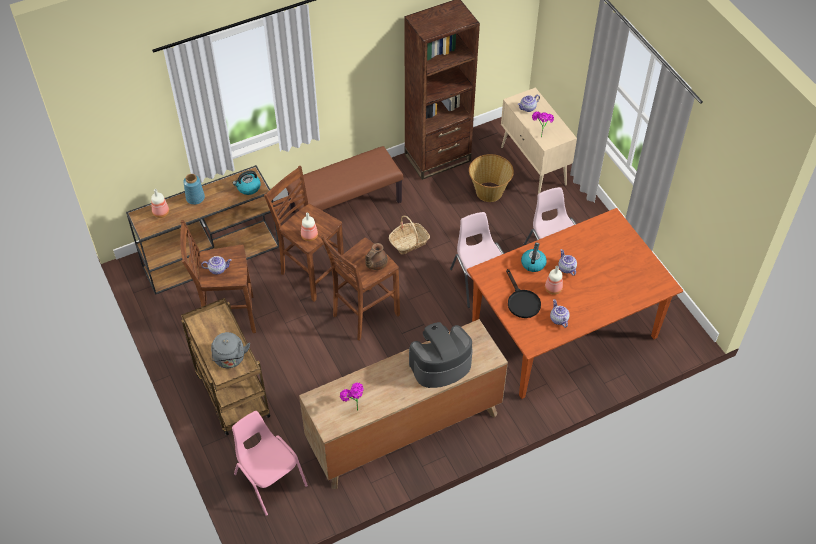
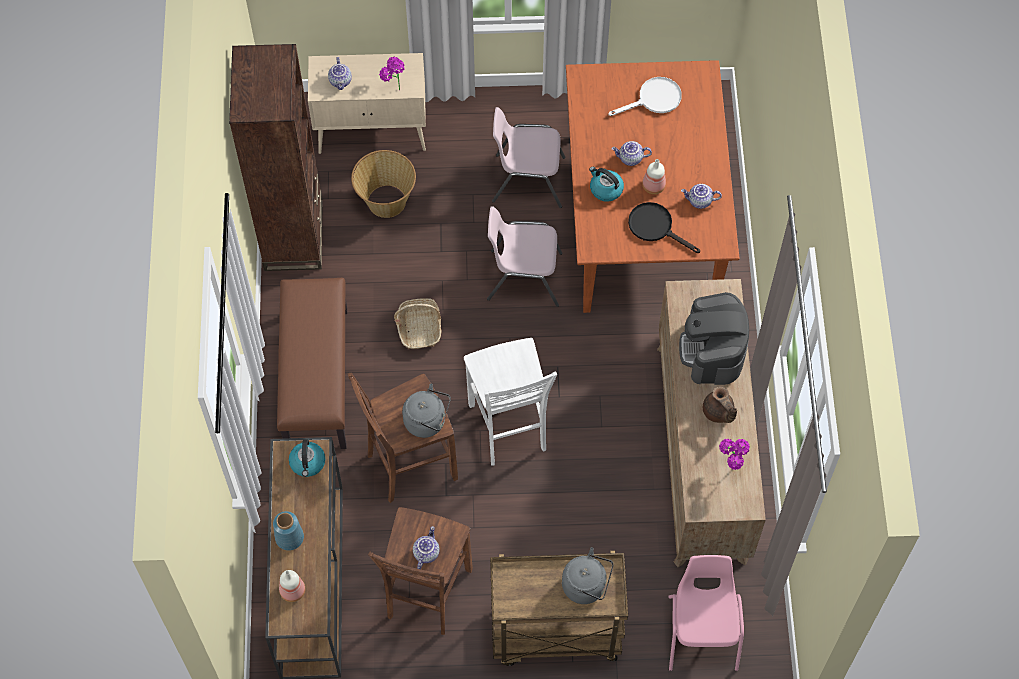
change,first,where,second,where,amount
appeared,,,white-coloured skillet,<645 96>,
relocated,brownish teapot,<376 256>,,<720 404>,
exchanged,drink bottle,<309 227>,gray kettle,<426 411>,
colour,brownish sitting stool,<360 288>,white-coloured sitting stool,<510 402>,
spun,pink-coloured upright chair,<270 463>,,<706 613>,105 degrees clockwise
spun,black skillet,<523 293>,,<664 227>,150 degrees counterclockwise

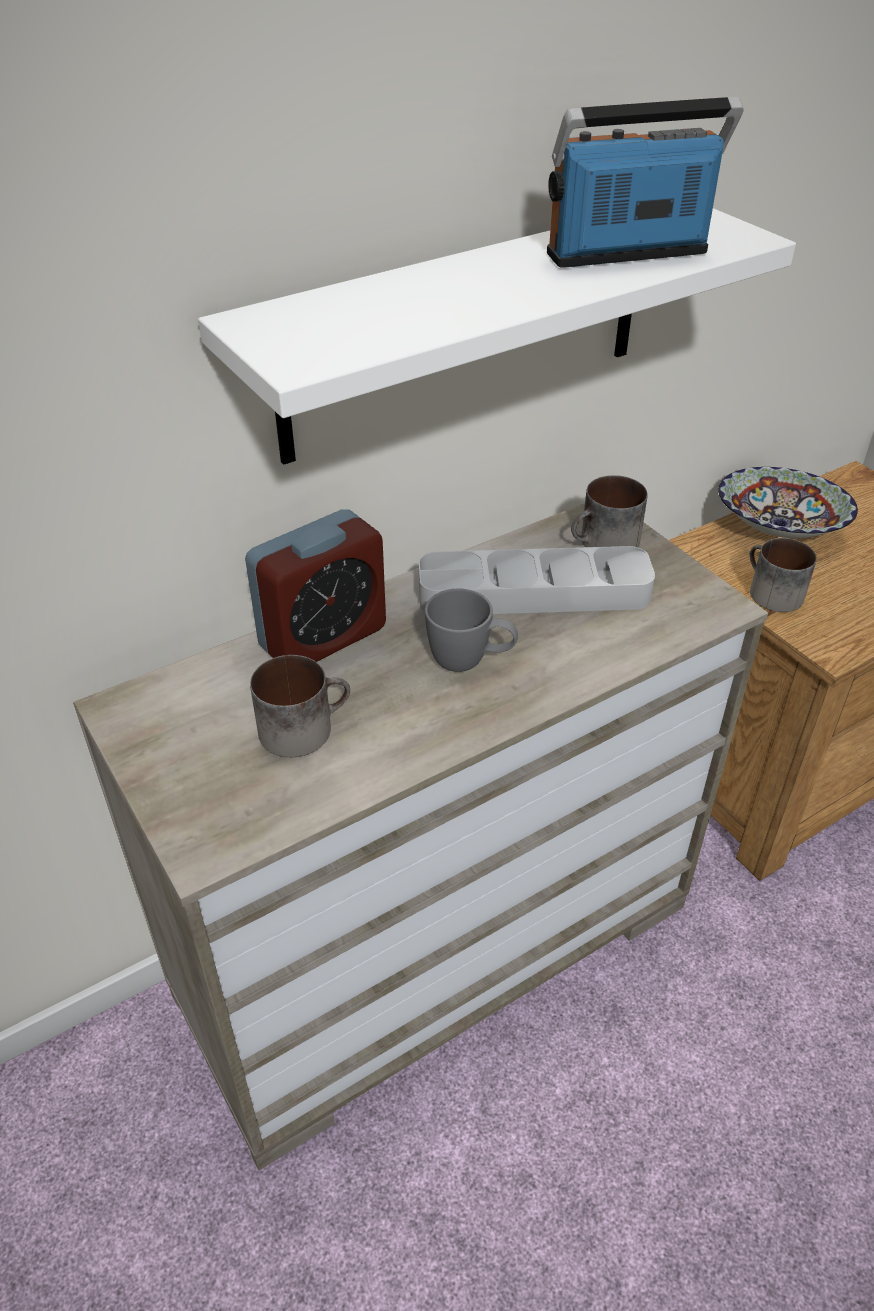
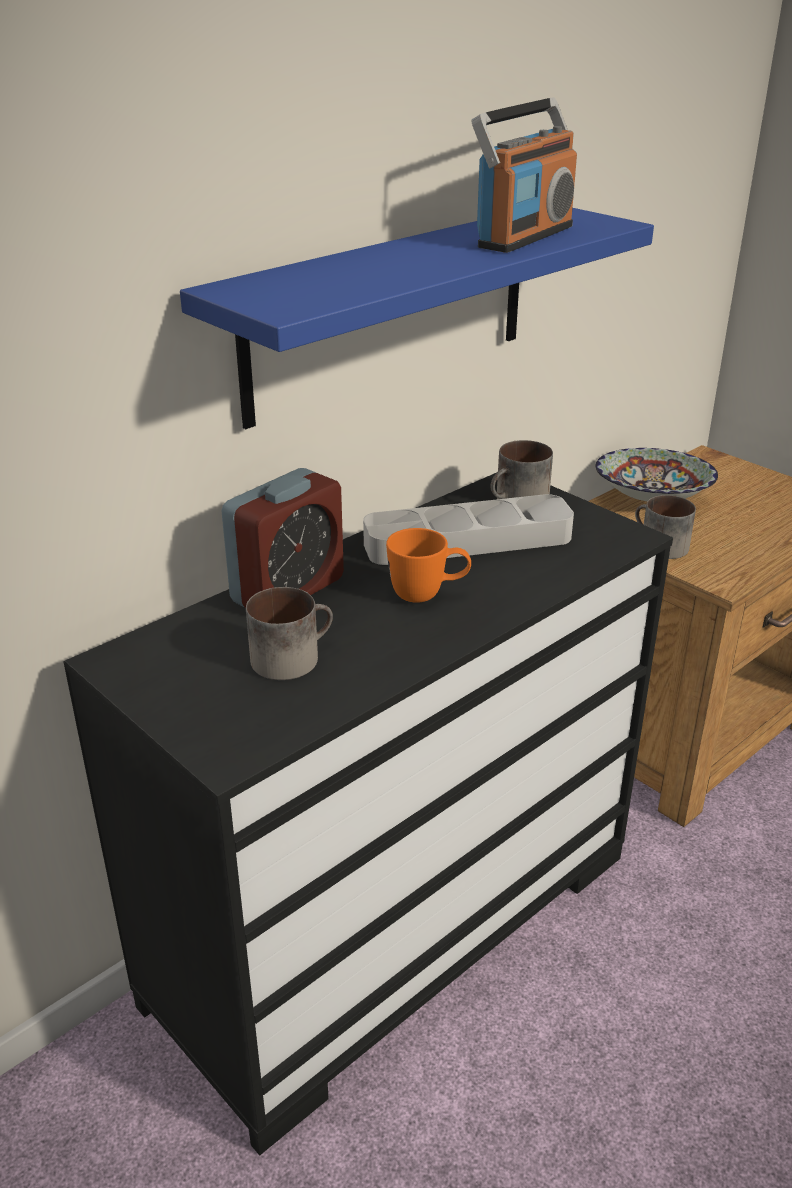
change,first,where,second,where,amount
colour,beige drawer chest,<420 837>,black drawer chest,<368 814>,
colour,white-coloured wall shelf,<497 336>,blue wall shelf,<417 318>,
colour,gray tea mug,<471 630>,orange tea mug,<428 565>,
spun,radio receiver,<645 182>,,<524 175>,150 degrees clockwise

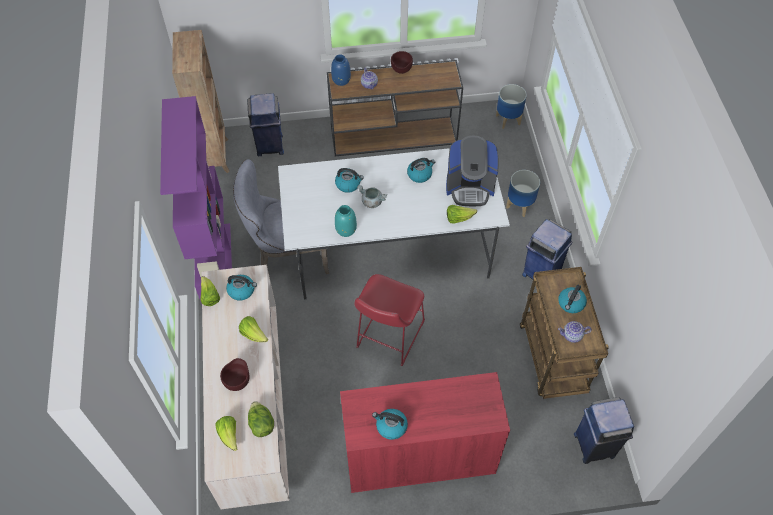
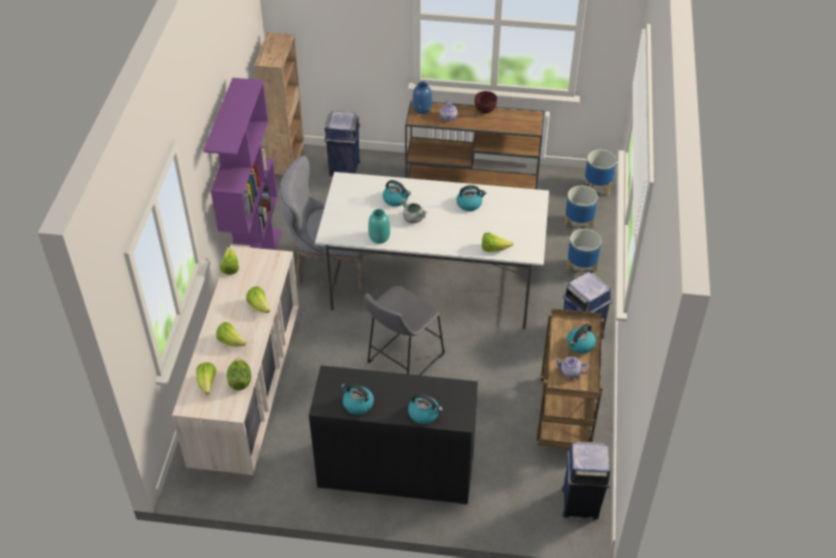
change,first,where,second,where,amount
missing,coffee brewer,<472 170>,,,
appeared,,,plant pot,<581 208>,
relocated,kettle,<241 288>,,<425 408>,
exchanged,brownish deep dish,<234 374>,head of lettuce,<231 334>,
colour,red-coloured storage cabinet,<425 432>,black storage cabinet,<393 435>,
colour,red-coloured sitting stool,<389 320>,gray sitting stool,<404 330>,

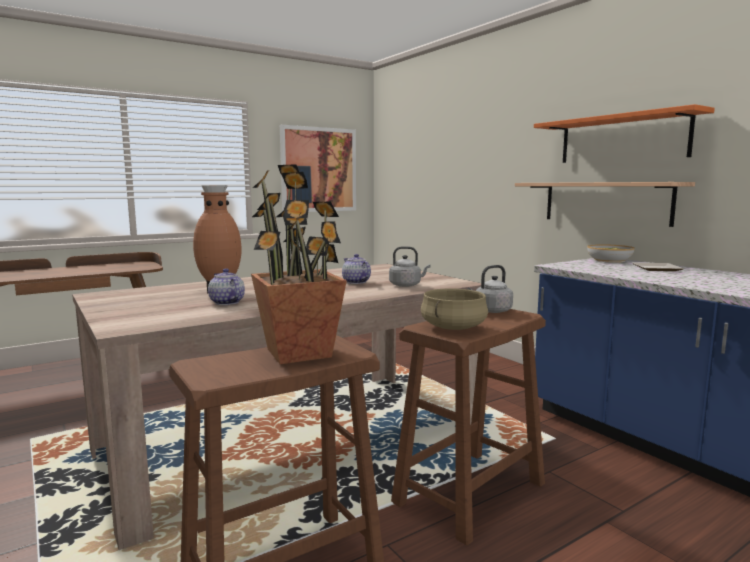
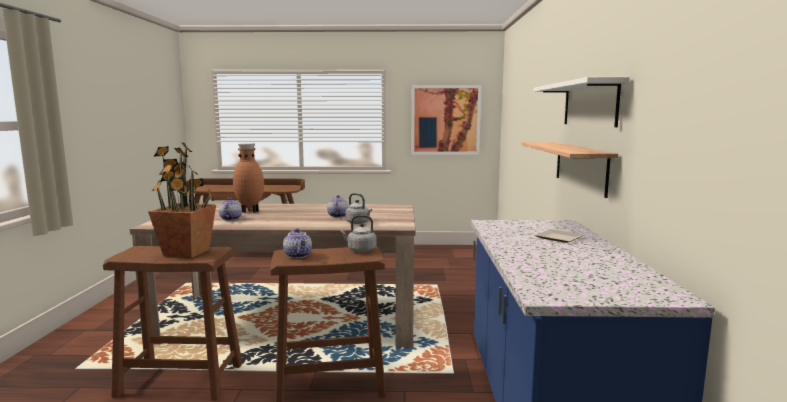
change,first,where,second,where,amount
missing,deep dish,<611 253>,,,
exchanged,beige cooking pot,<454 309>,teapot,<297 243>,
colour,orange wall shelf,<624 133>,white-coloured wall shelf,<582 102>,

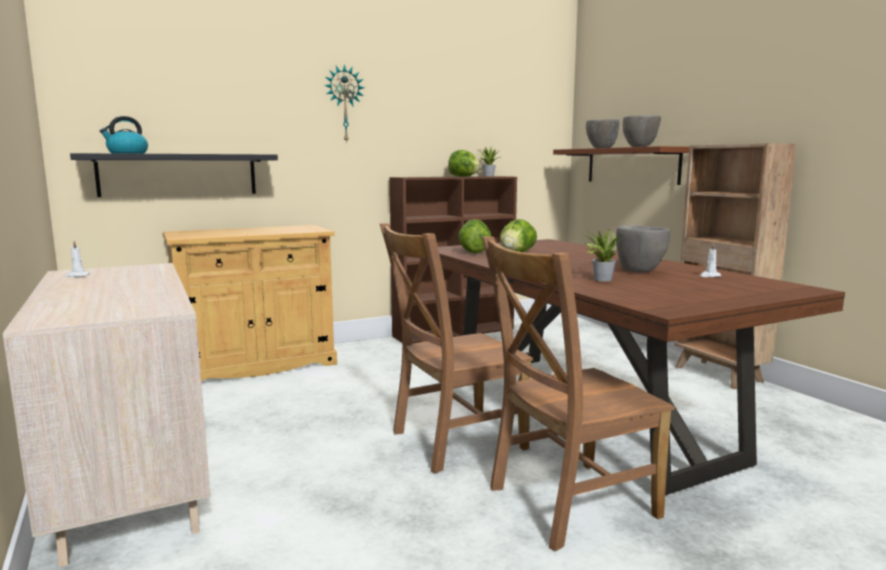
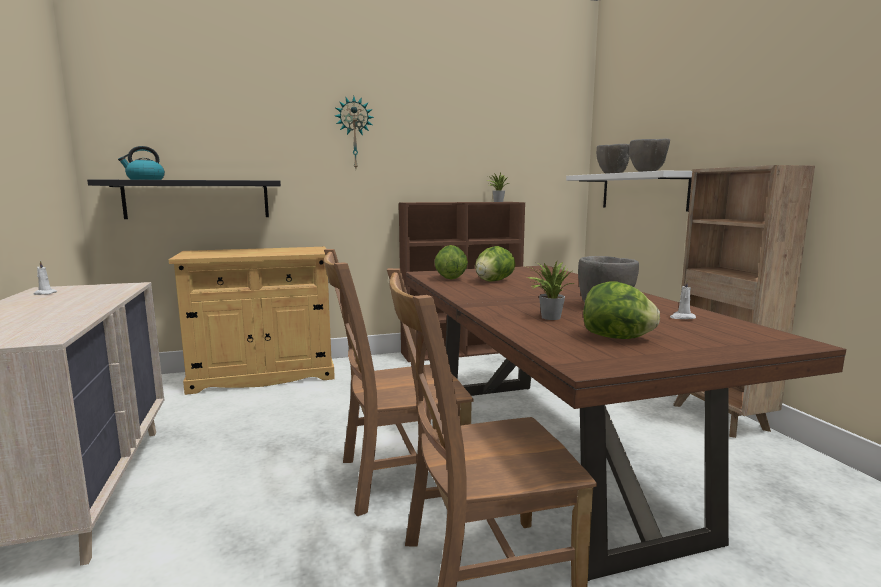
change,first,where,second,where,amount
relocated,head of lettuce,<464 163>,,<621 310>,
colour,brownish wall shelf,<621 165>,white-coloured wall shelf,<629 191>,

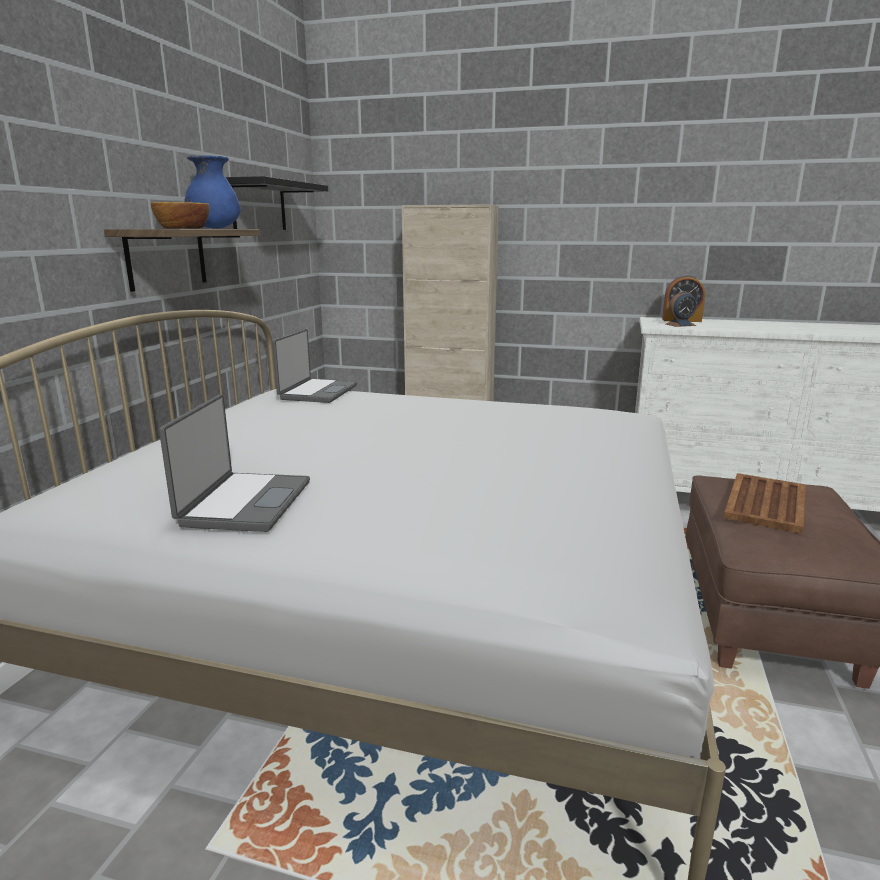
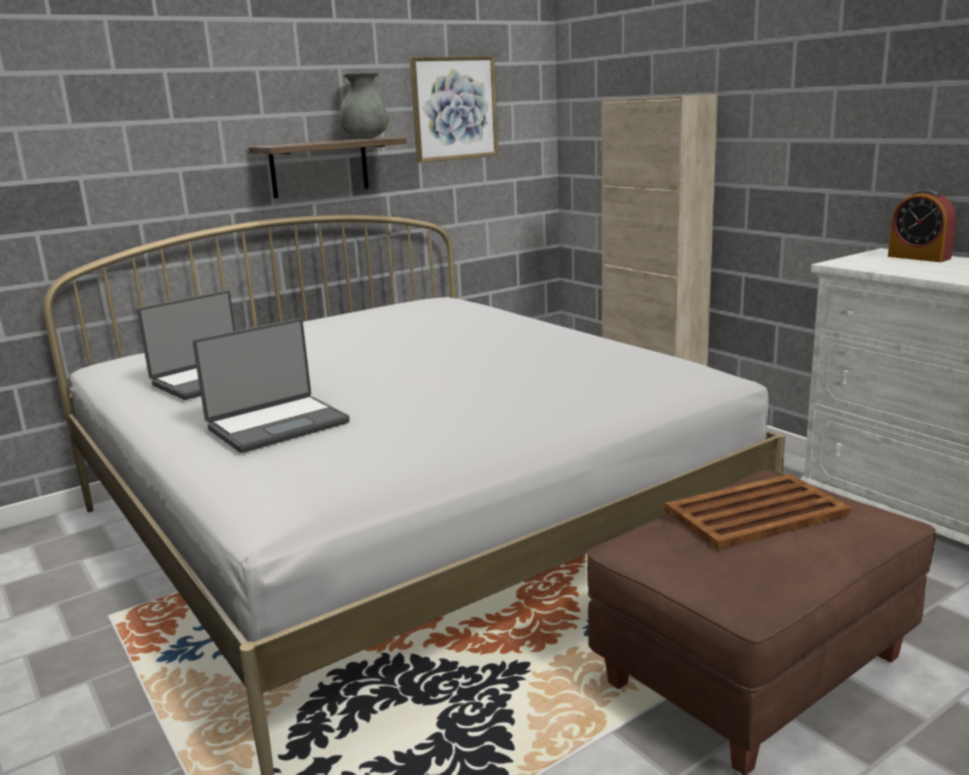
change,first,where,second,where,amount
missing,deep dish,<180 215>,,,
missing,alarm clock,<681 309>,,,
relocated,portable computer,<314 366>,,<271 385>,
exchanged,black wall shelf,<277 203>,picture,<454 109>,
colour,blue flower vase,<212 192>,gray flower vase,<364 105>,

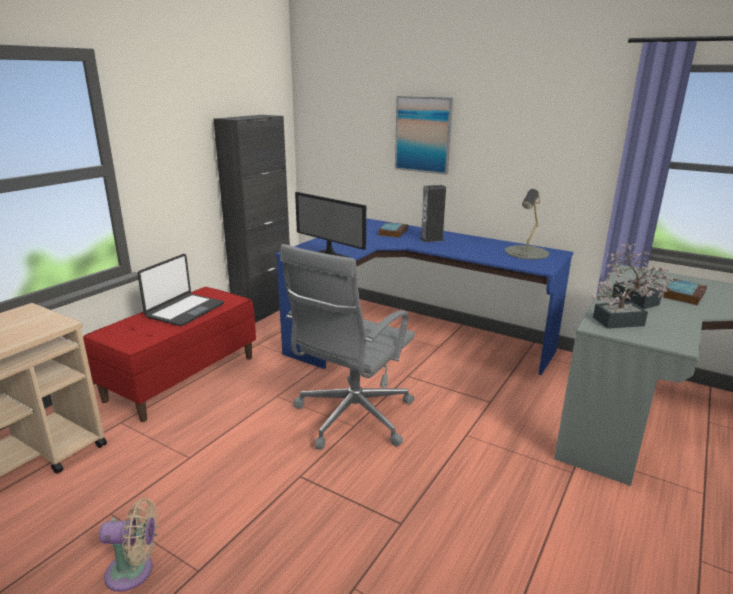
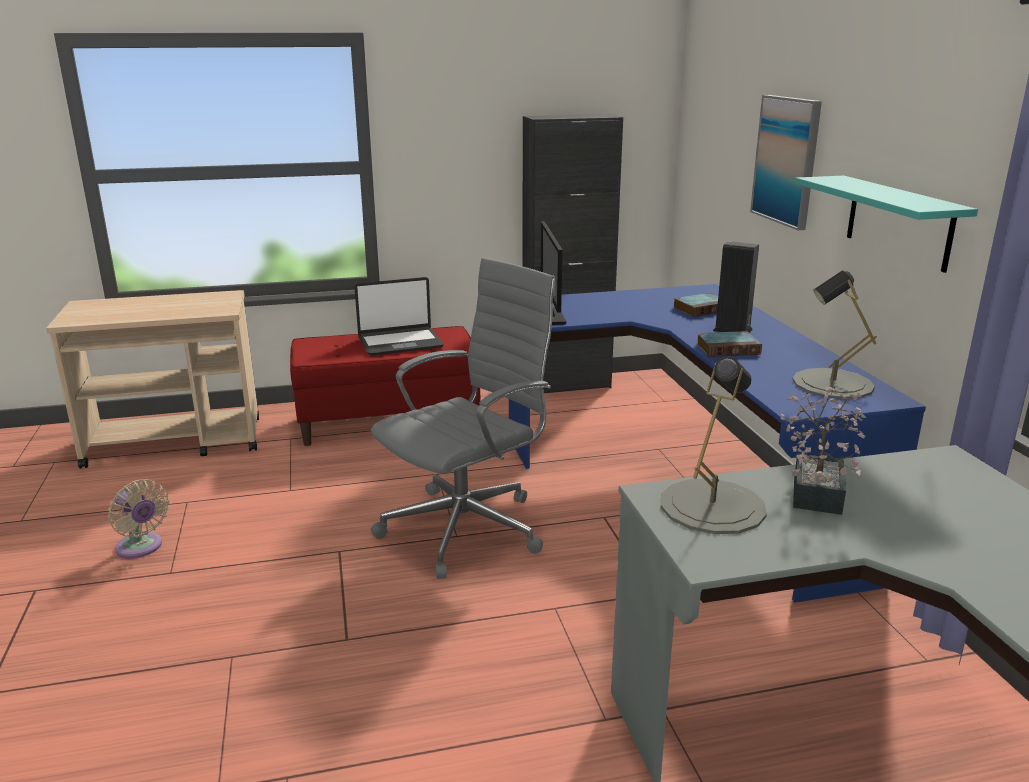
change,first,where,second,where,amount
appeared,,,turquoise-coloured wall shelf,<886 224>,
relocated,book,<685 292>,,<729 344>,
exchanged,houseplant,<630 297>,gray table lamp,<714 445>,
spun,gray office chair,<347 347>,,<464 418>,150 degrees clockwise

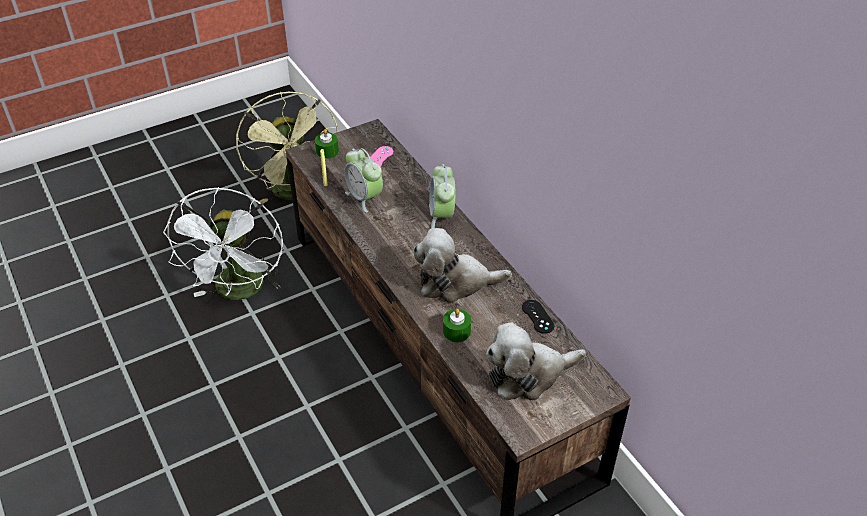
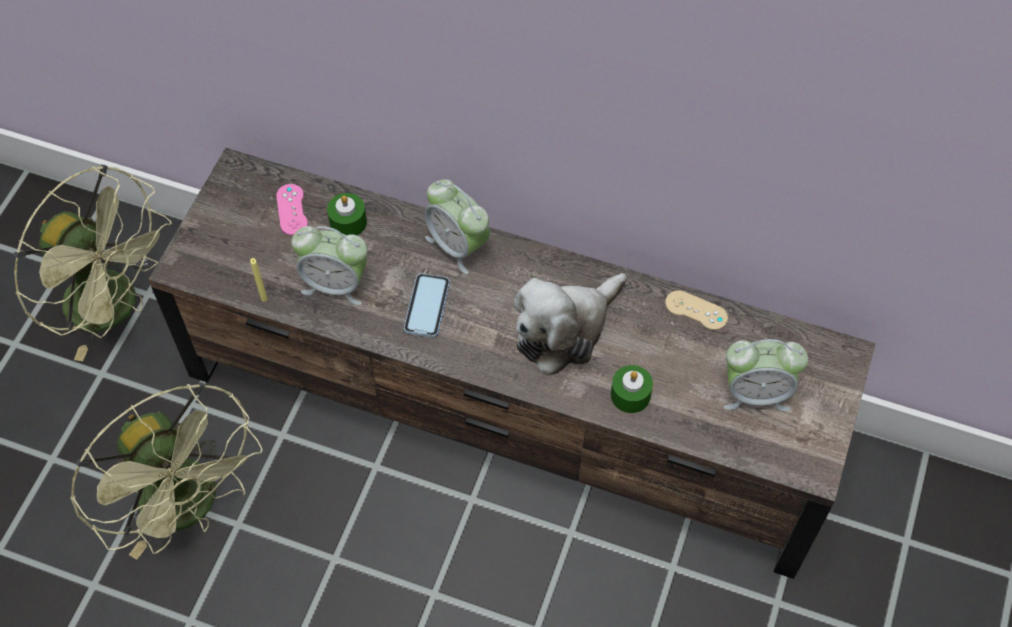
change,first,where,second,where,amount
appeared,,,phone,<427 305>,
relocated,green-coloured candle,<327 144>,,<347 214>,
exchanged,cuddly toy,<536 361>,alarm clock,<766 375>,
colour,white-coloured fan,<223 243>,green-coloured fan,<166 471>,
colour,black game controller,<538 317>,beige game controller,<696 310>,

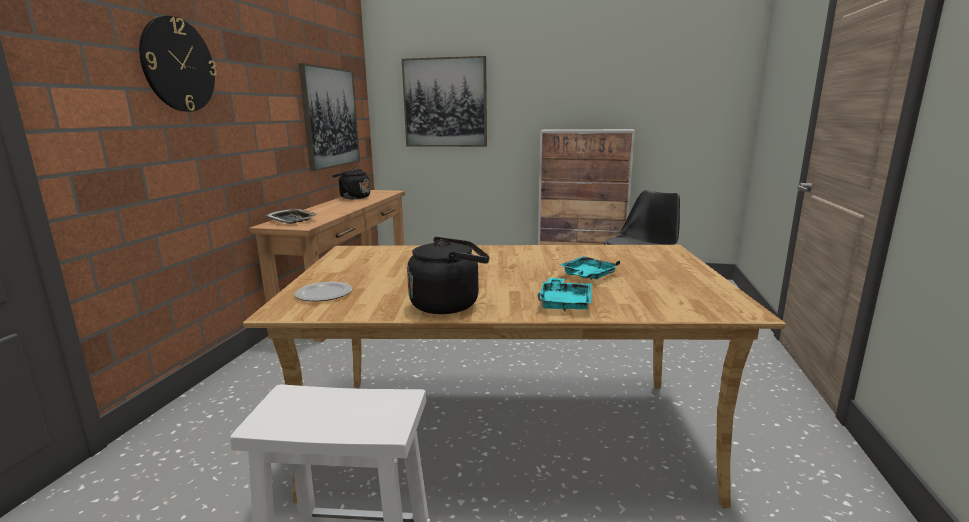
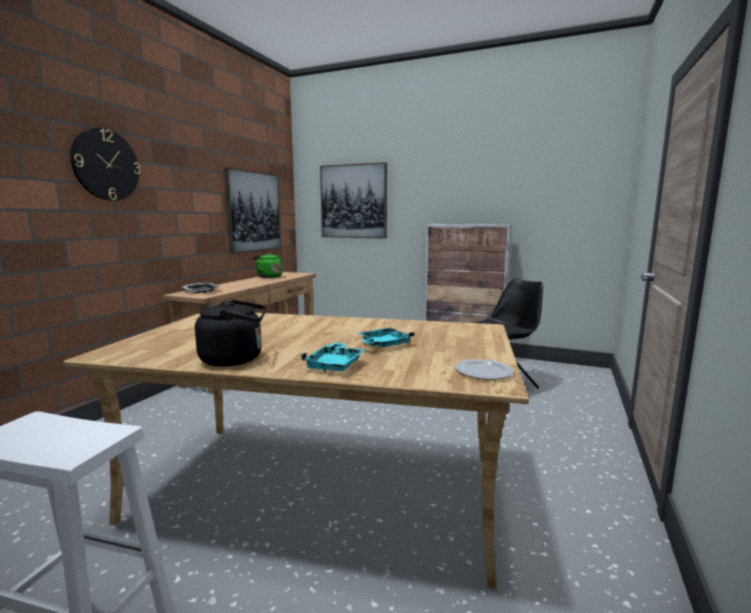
change,first,where,second,where,amount
relocated,flat dish,<323 291>,,<484 369>,
colour,black kettle,<351 184>,green-coloured kettle,<266 265>,

